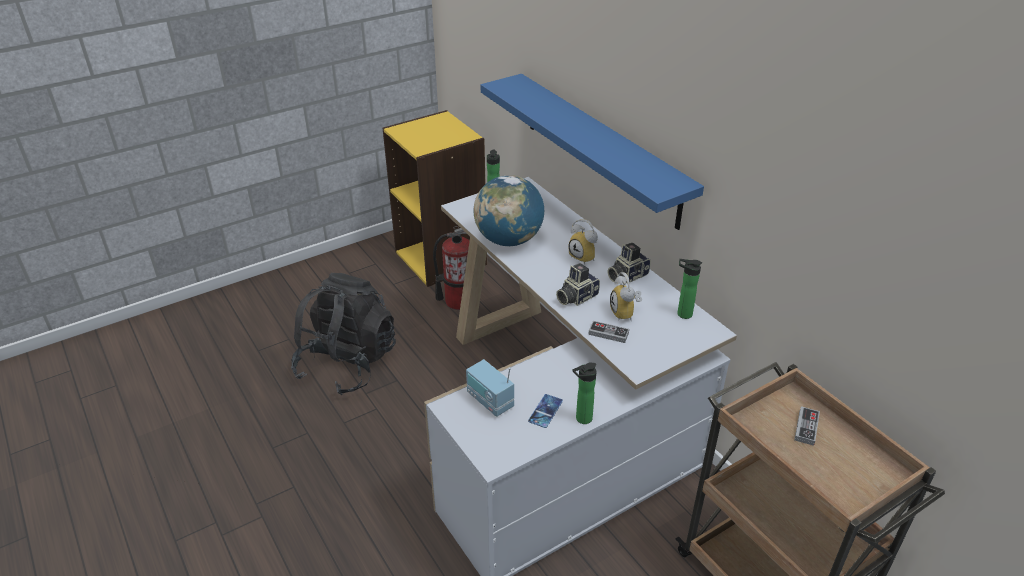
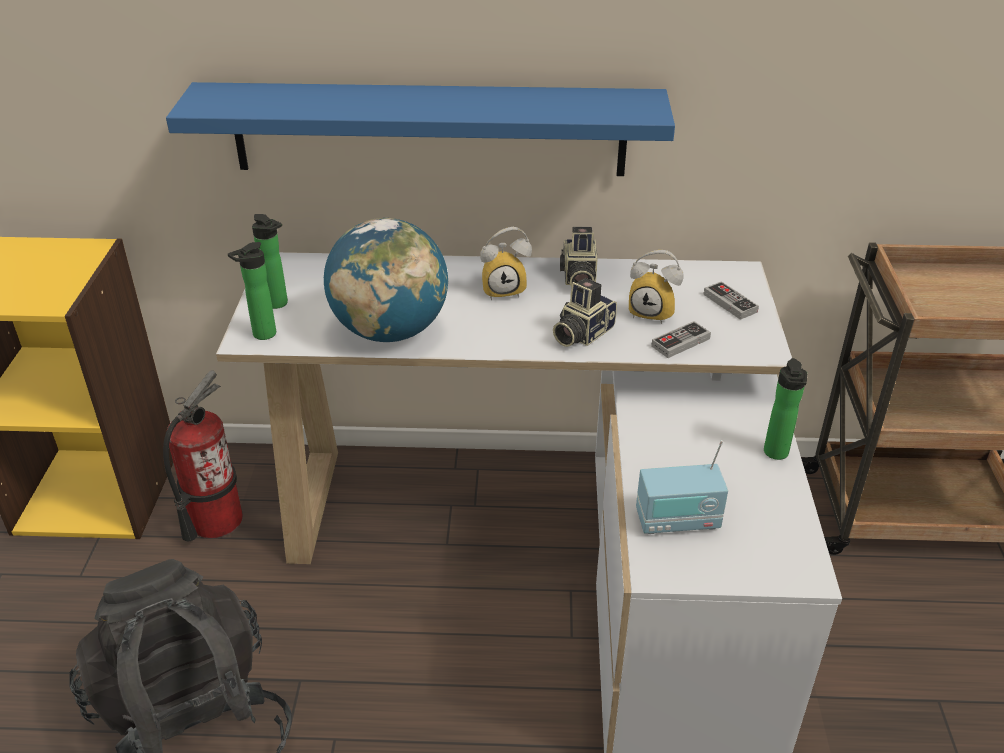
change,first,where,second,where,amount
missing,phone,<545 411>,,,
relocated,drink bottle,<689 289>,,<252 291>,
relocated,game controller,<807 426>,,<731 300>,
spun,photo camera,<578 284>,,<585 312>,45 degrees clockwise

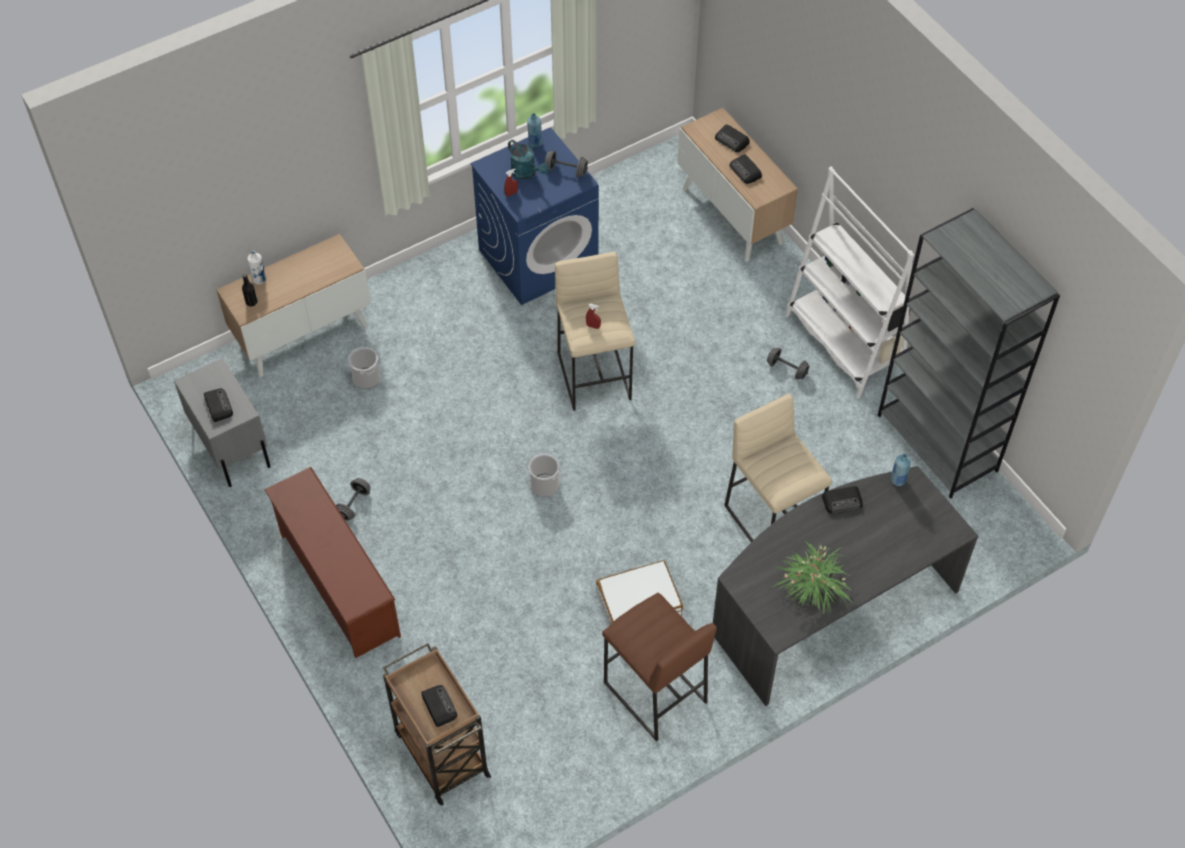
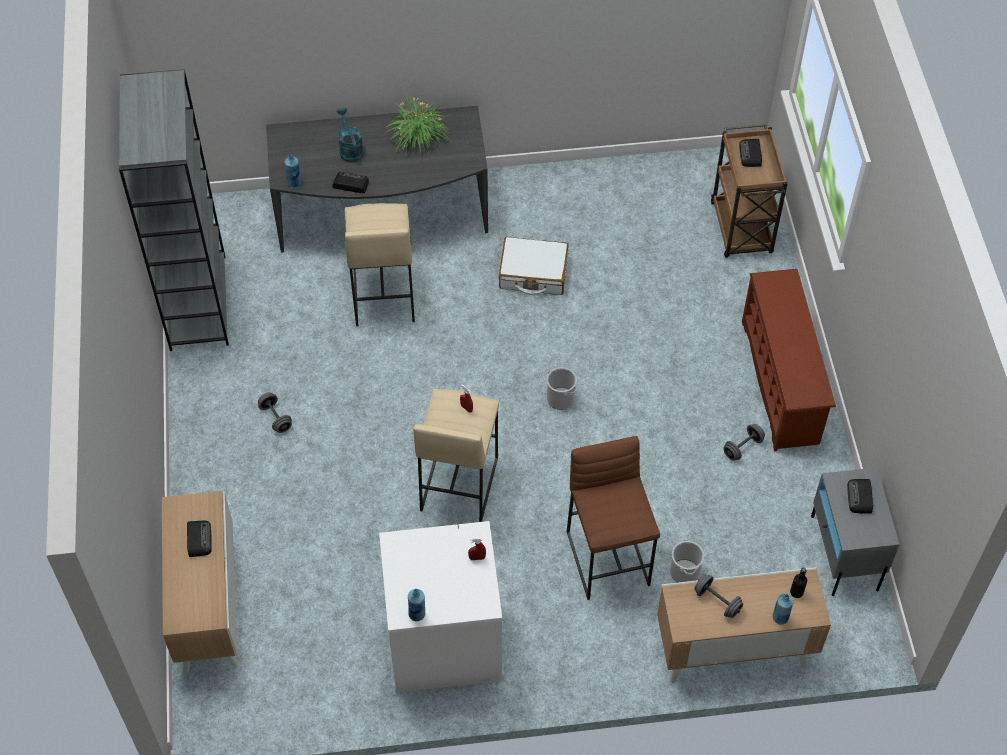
change,first,where,second,where,amount
missing,radio receiver,<732 138>,,,
missing,white-coloured bookcase,<850 282>,,,
relocated,turquoise-coloured watering pot,<528 160>,,<350 135>,
relocated,gray dumbbell,<566 163>,,<718 596>,
relocated,brownish sitting stool,<659 667>,,<613 518>,
colour,white-coloured drink bottle,<256 267>,blue drink bottle,<783 609>,
colour,blue laundry appliance,<534 216>,white-coloured laundry appliance,<440 607>,

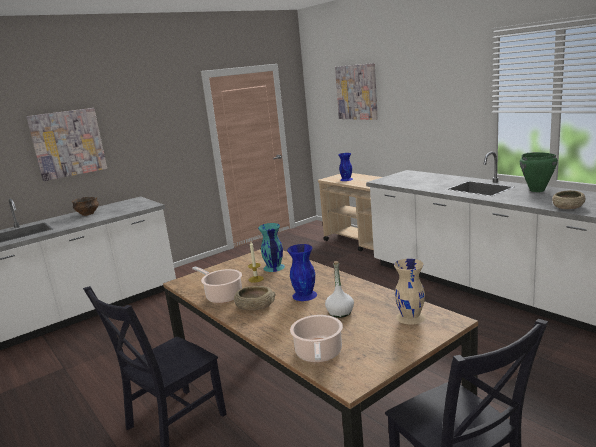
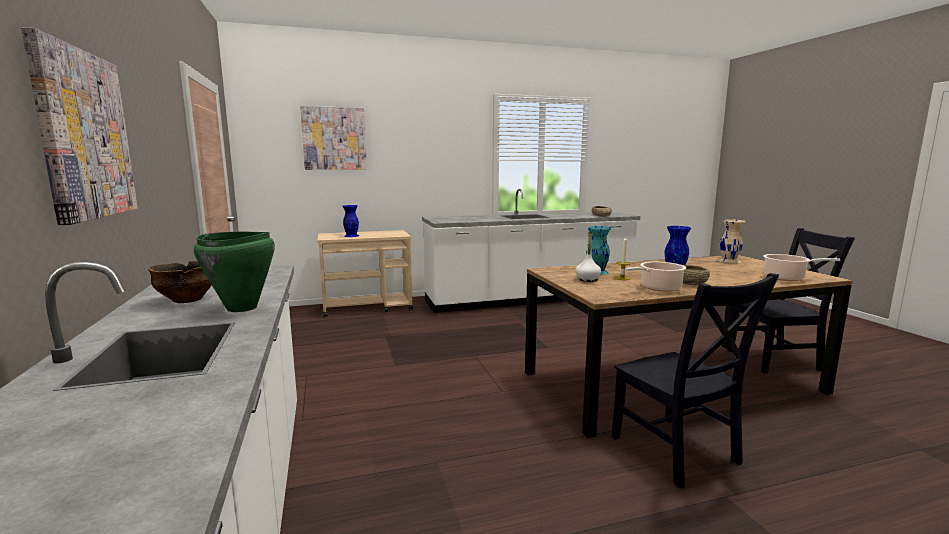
change,first,where,second,where,amount
relocated,white-coloured drink bottle,<339 289>,,<588 257>,
relocated,green-coloured cooking pot,<539 172>,,<234 272>,

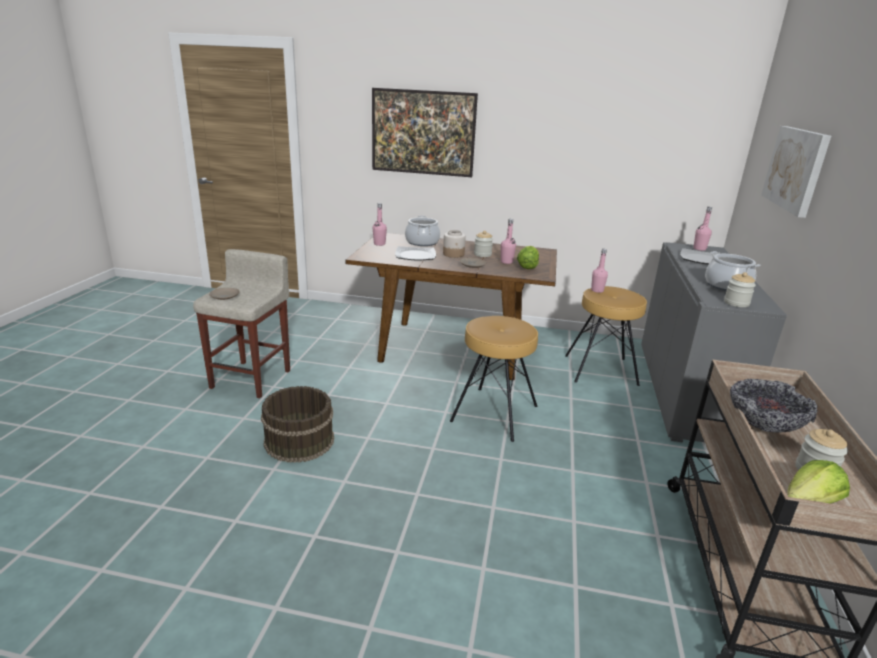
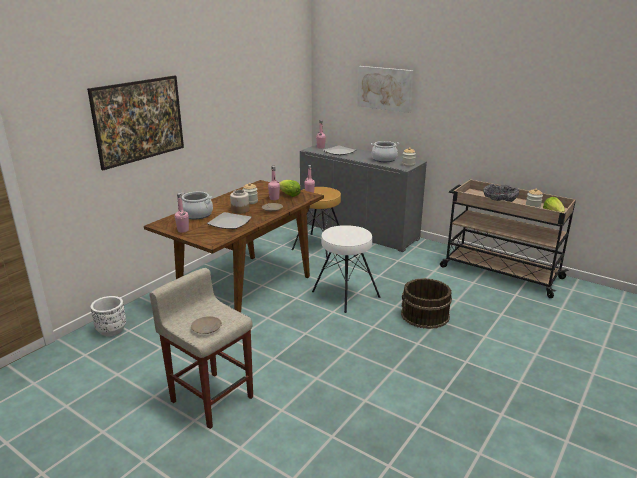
change,first,where,second,where,amount
appeared,,,white-coloured plant pot,<108 316>,
relocated,brownish bucket,<297 424>,,<426 303>,
colour,brownish sitting stool,<494 379>,white-coloured sitting stool,<346 269>,

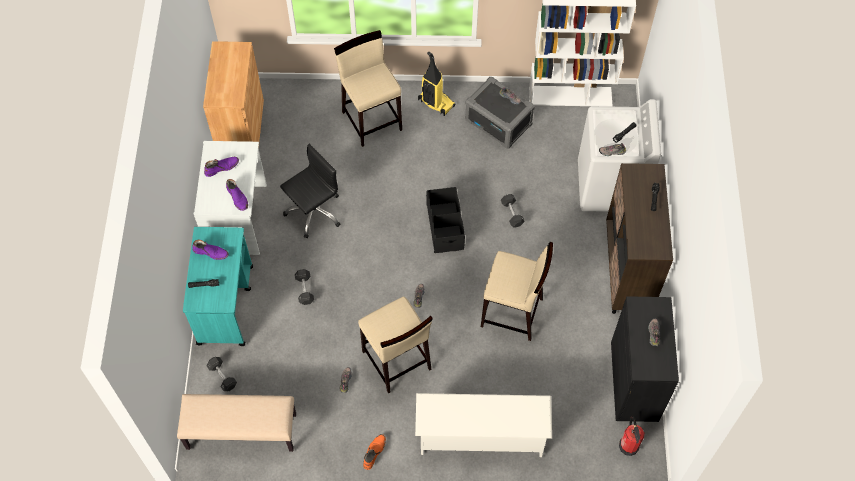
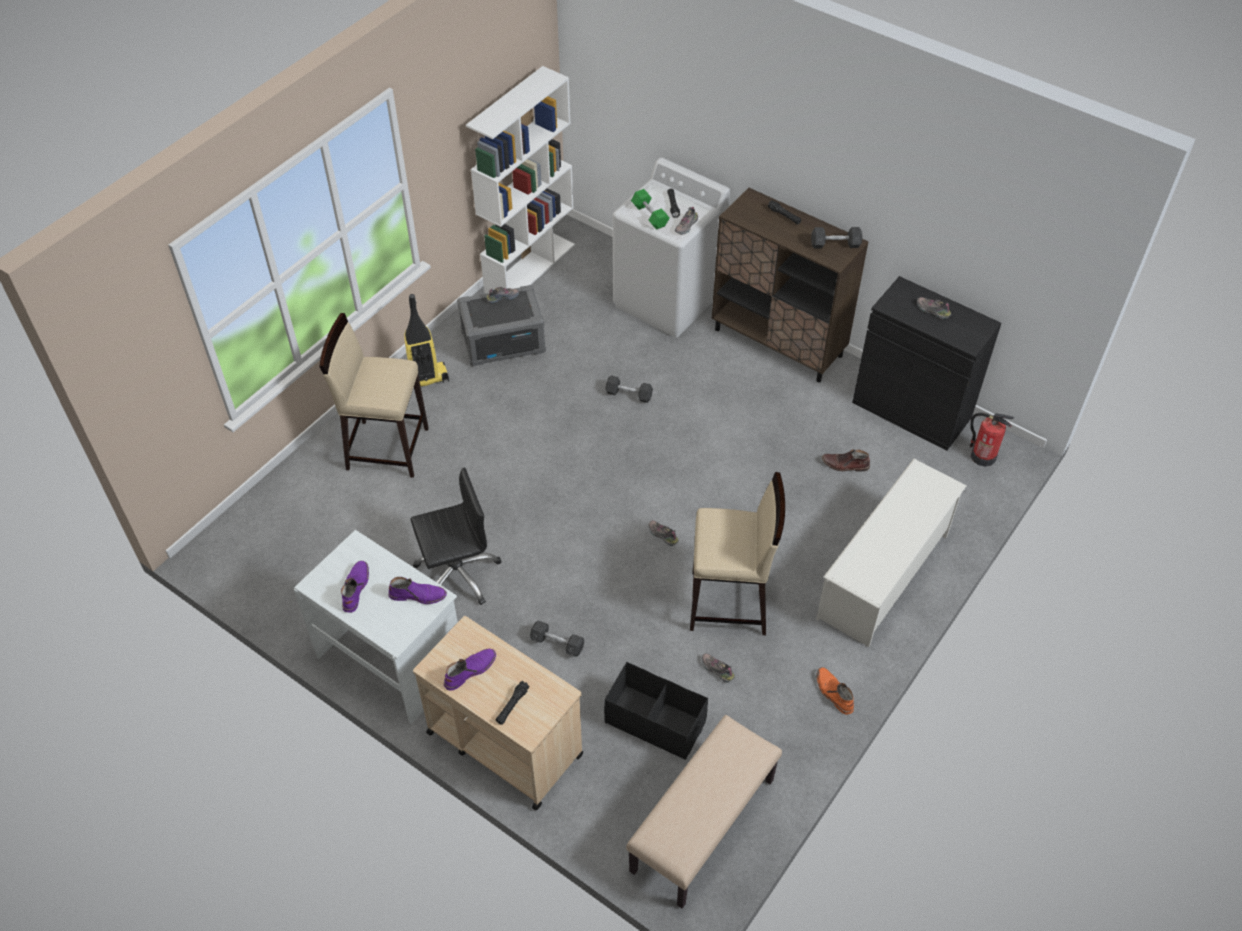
change,first,where,second,where,amount
missing,brownish storage cabinet,<233 95>,,,
missing,beige sitting stool,<517 291>,,,
appeared,,,green-coloured dumbbell,<650 209>,
appeared,,,brownish boot,<845 460>,
relocated,gray dumbbell,<221 374>,,<836 237>,
relocated,black storage container,<445 220>,,<656 711>,
colour,turquoise-coloured trolley,<218 286>,beige trolley,<498 713>,
spun,black office chair,<310 191>,,<455 536>,75 degrees clockwise

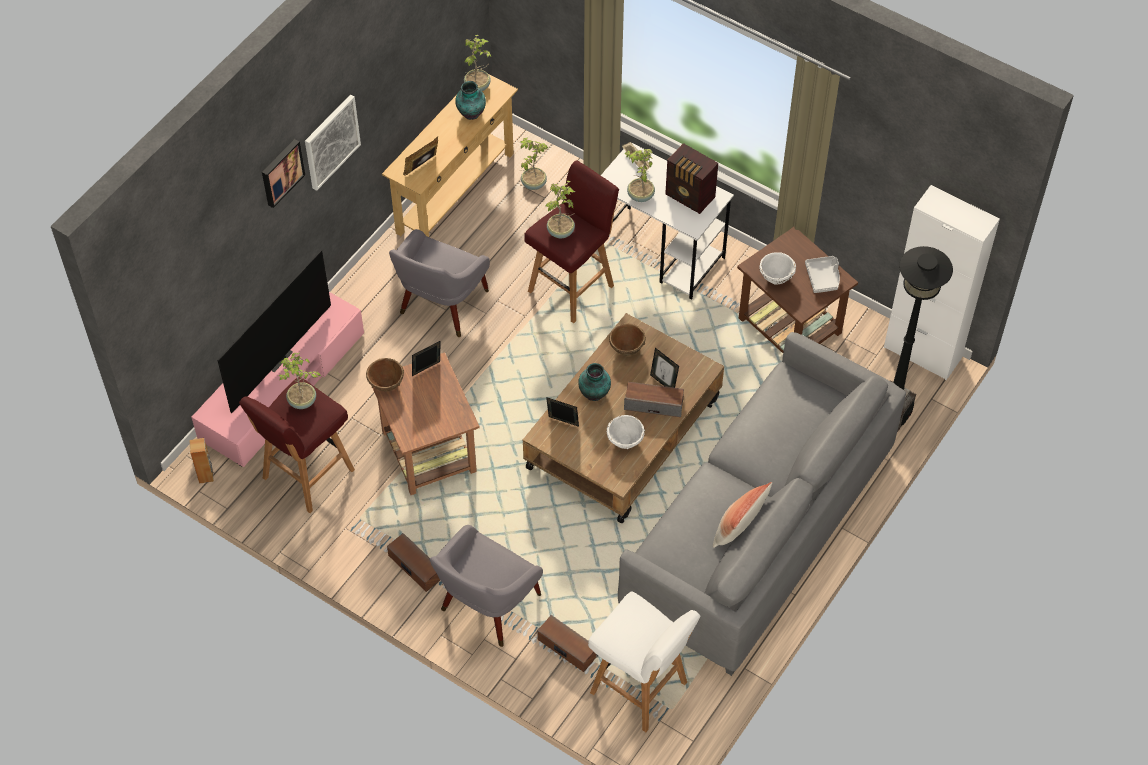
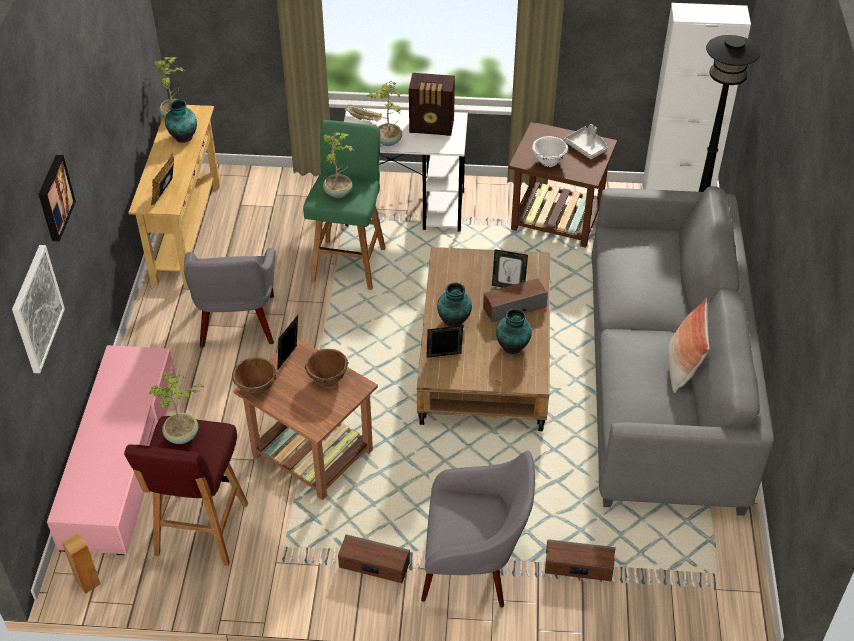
change,first,where,second,where,amount
missing,television,<274 331>,,,
missing,houseplant,<533 164>,,,
missing,white-coloured sitting stool,<644 661>,,,
relocated,picture,<333 143>,,<38 309>,
relocated,brownish deep dish,<627 339>,,<326 367>,
exchanged,white-coloured deep dish,<626 432>,flower vase,<514 331>,
colour,red-coloured sitting stool,<572 241>,green-coloured sitting stool,<344 205>,
spun,gray lounge chair,<486 586>,,<478 529>,90 degrees counterclockwise

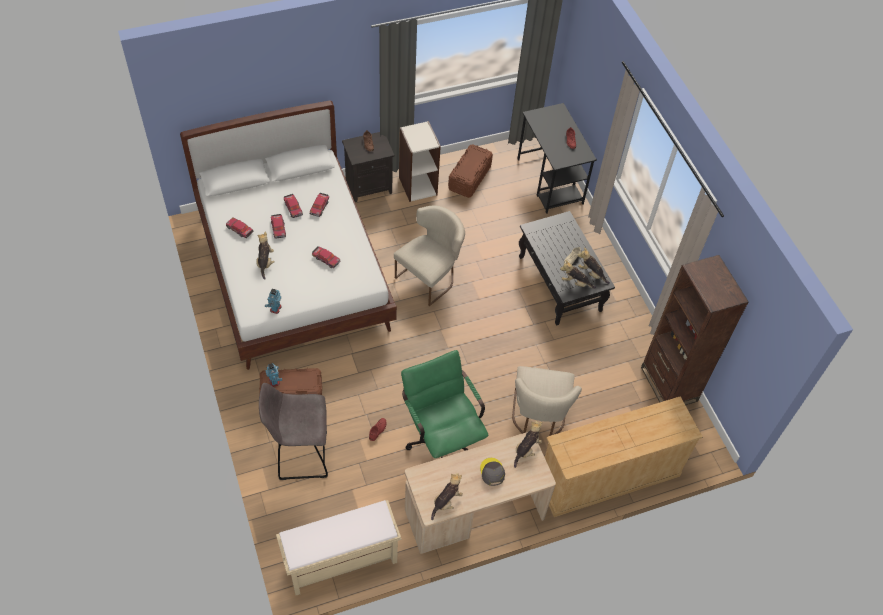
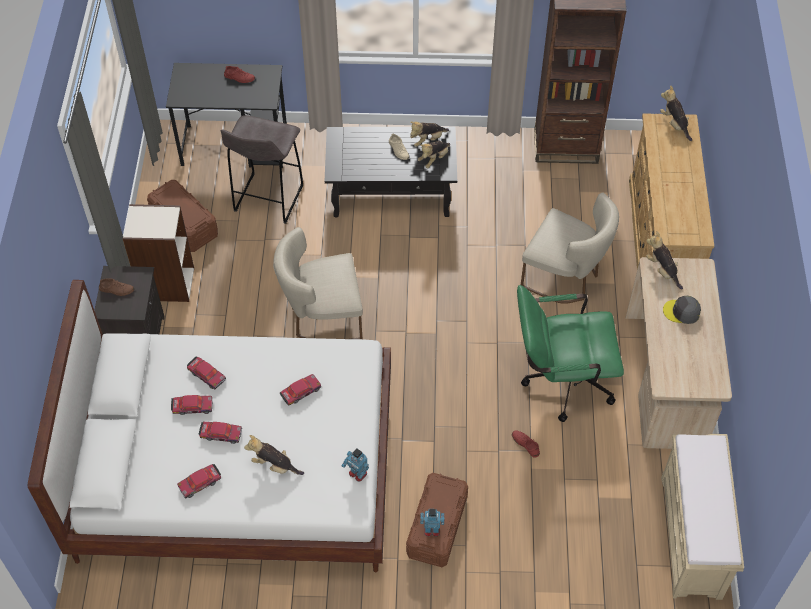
change,first,where,second,where,amount
relocated,gray sitting stool,<293 431>,,<262 169>,
relocated,cuddly toy,<447 496>,,<676 113>,
spun,beige upright chair,<429 255>,,<318 283>,75 degrees counterclockwise

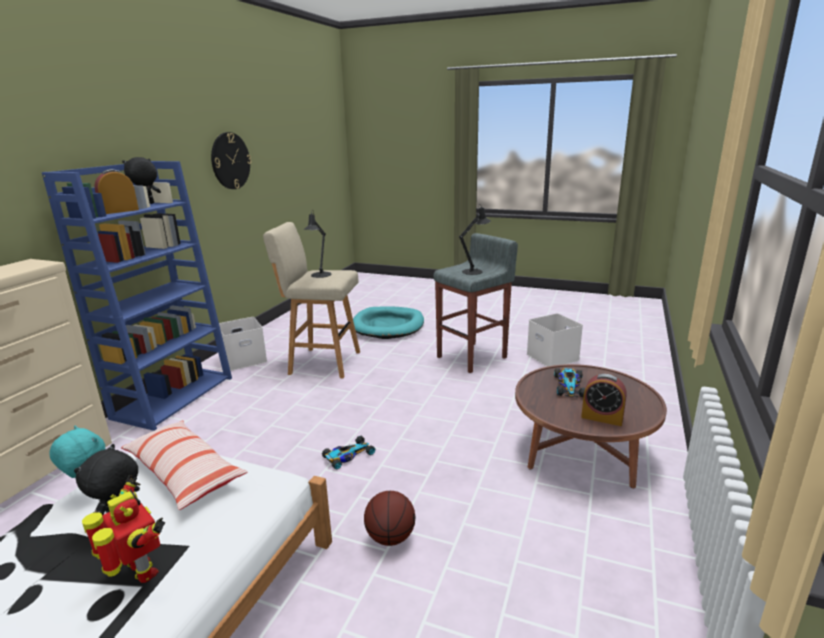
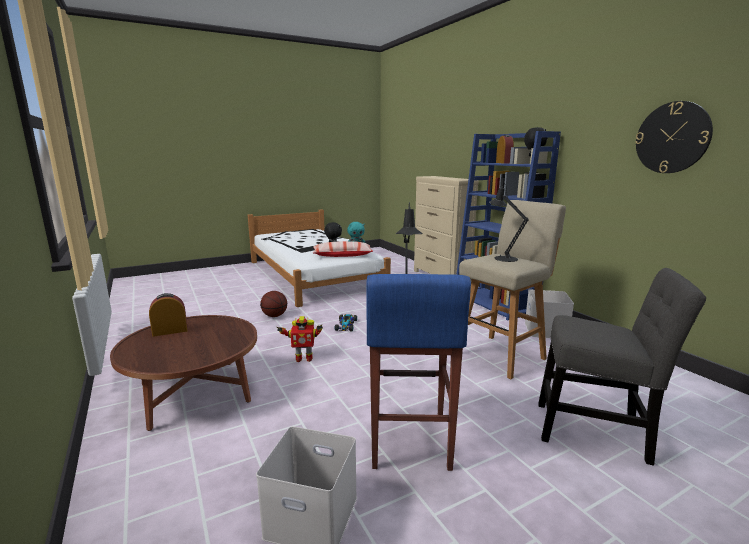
change,first,where,second,where,amount
missing,toy car,<569 382>,,,
relocated,toy robot,<123 529>,,<300 339>,
exchanged,turquoise-coloured dog cushion,<388 322>,gray upright chair,<622 367>,
colour,gray sitting stool,<475 303>,blue sitting stool,<418 372>,

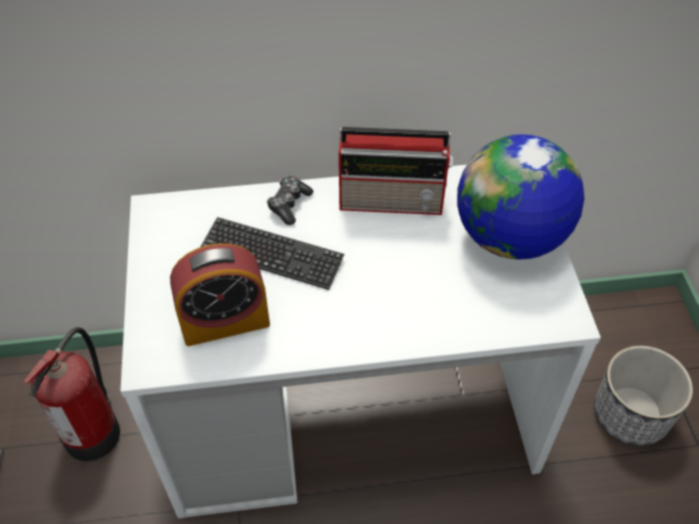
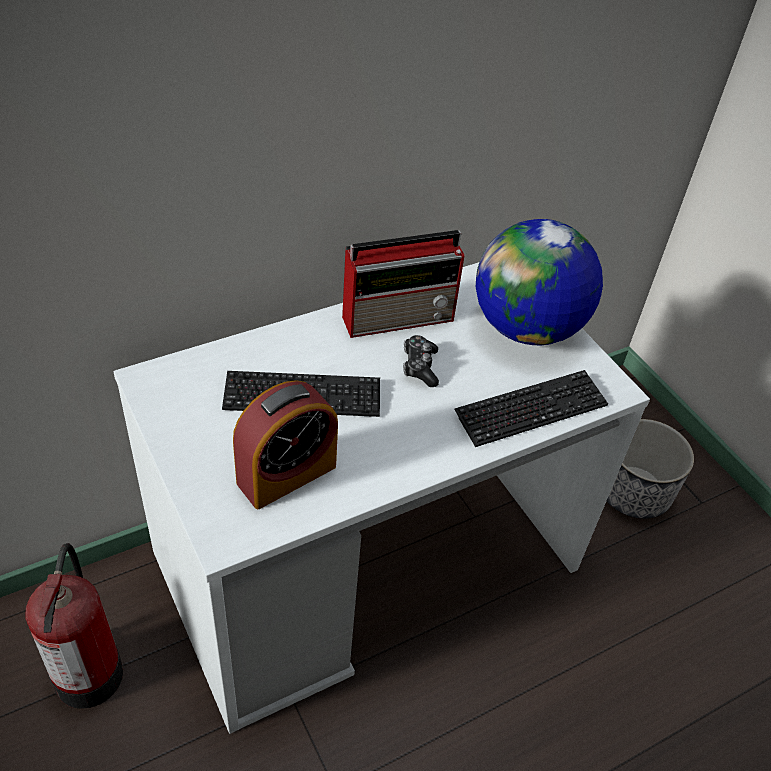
change,first,where,second,where,amount
appeared,,,keyboard,<531 408>,
relocated,game controller,<290 200>,,<421 361>,

